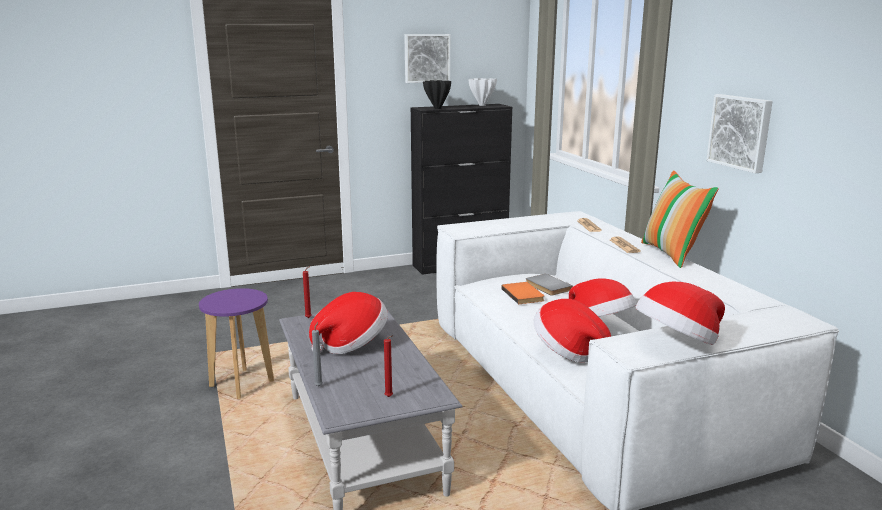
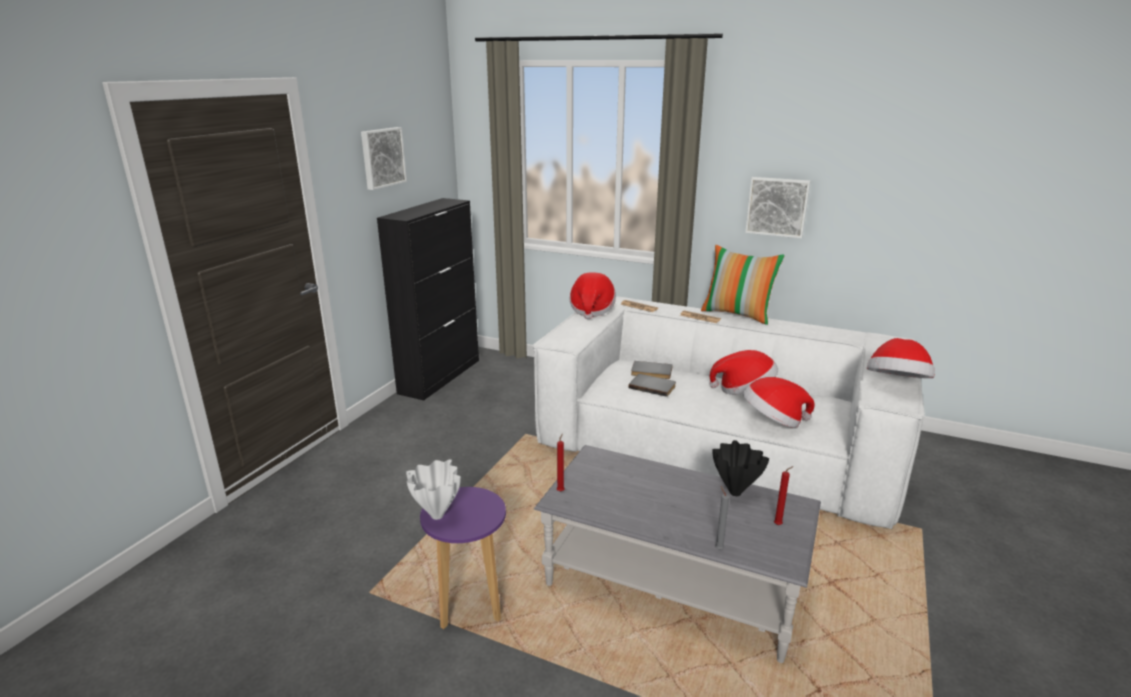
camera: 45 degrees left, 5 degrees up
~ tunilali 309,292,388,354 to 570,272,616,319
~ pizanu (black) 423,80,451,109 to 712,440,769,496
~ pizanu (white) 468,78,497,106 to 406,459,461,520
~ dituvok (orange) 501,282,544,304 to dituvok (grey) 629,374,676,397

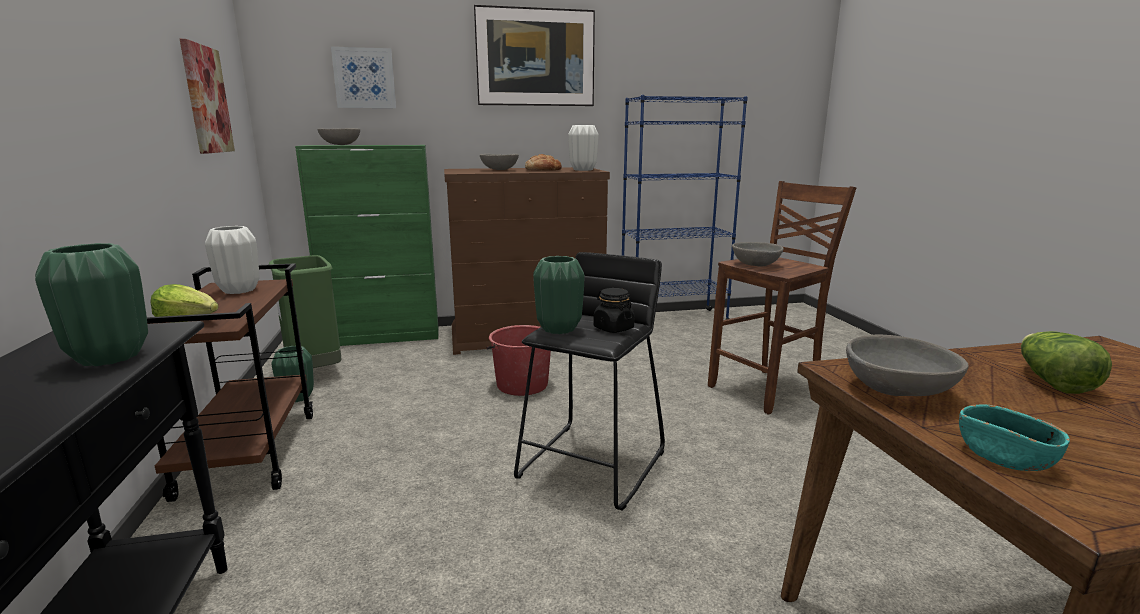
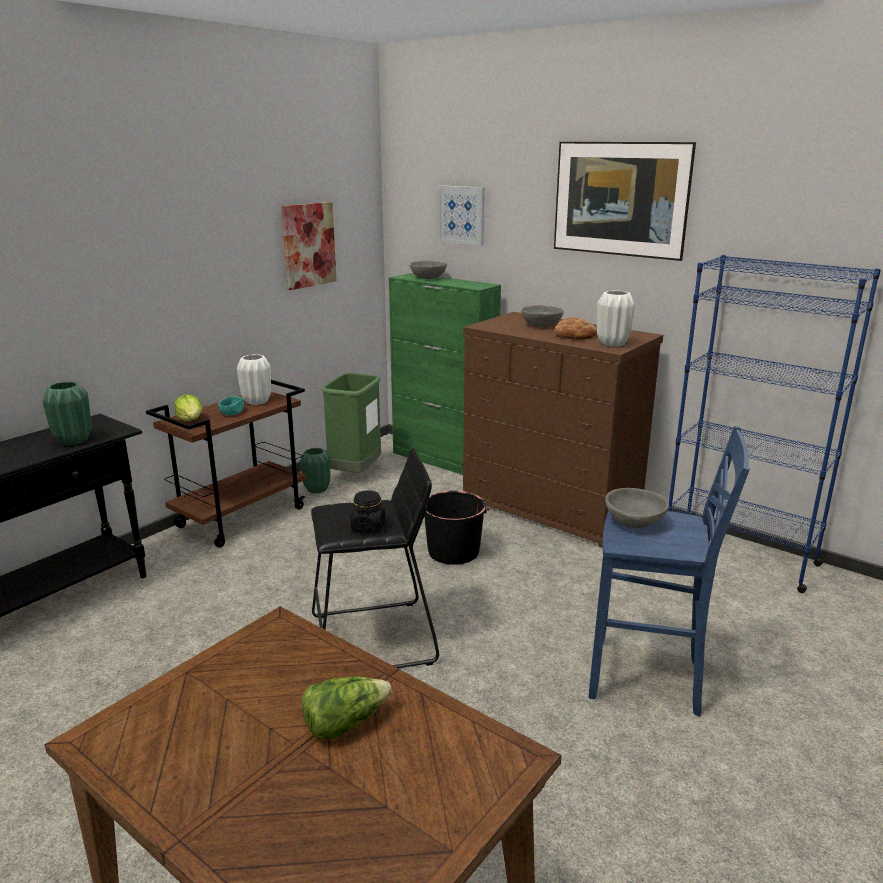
camera: 50 degrees right, 5 degrees up
~ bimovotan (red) 487,325,551,396 to bimovotan (black) 424,491,489,565
- pizanu (green) 533,256,585,334
~ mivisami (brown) 708,181,856,415 to mivisami (blue) 589,426,750,716
- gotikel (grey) 846,335,968,396
~ gotikel (turquoise) 959,404,1070,471 to 218,397,244,415

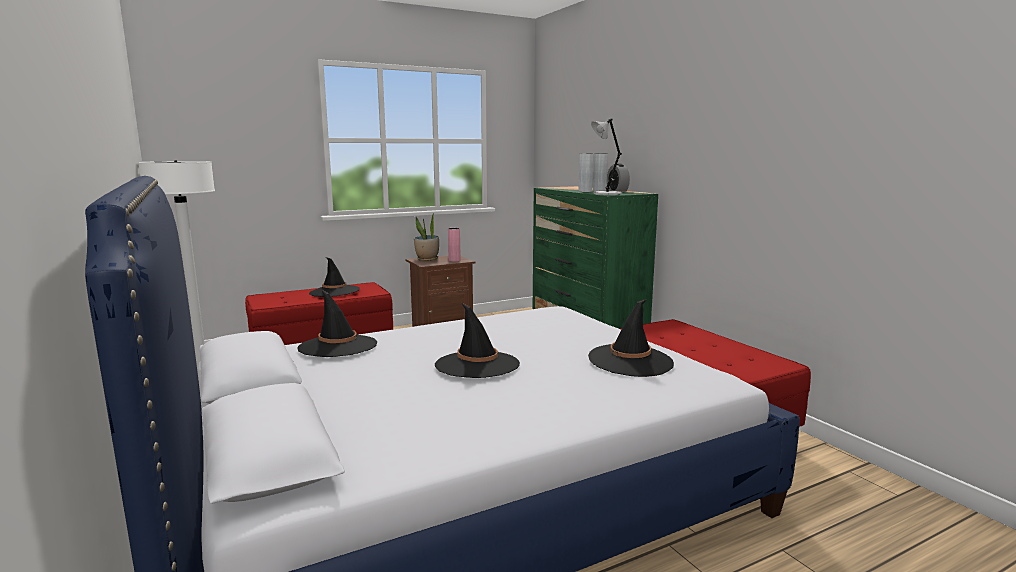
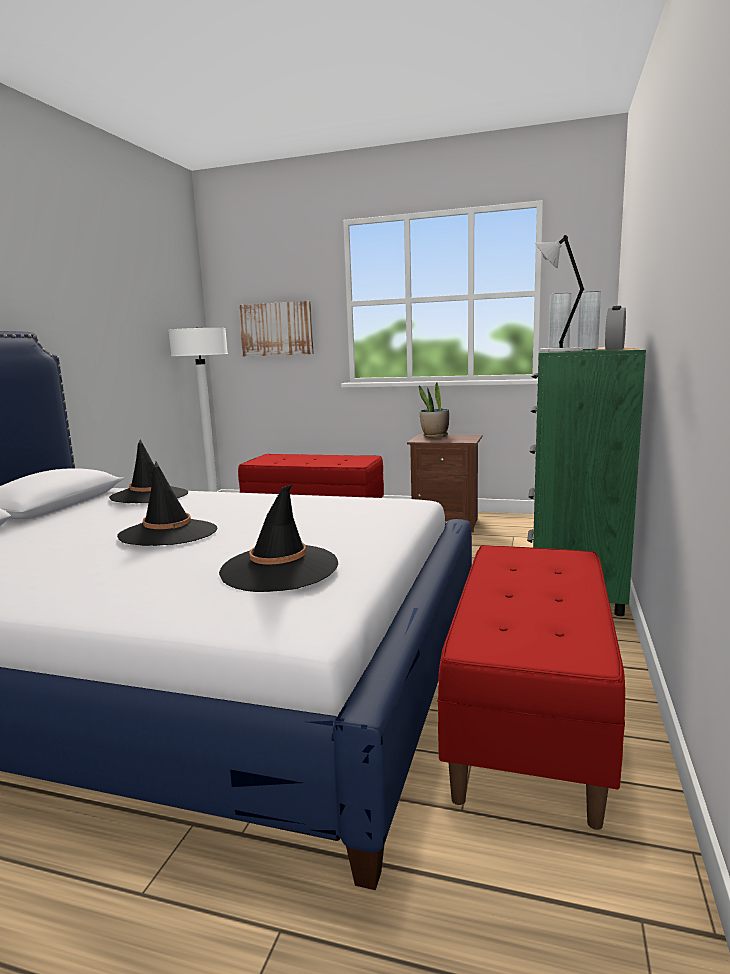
camera: 45 degrees right, 0 degrees up
- tunilali (black) 309,257,360,297
- pizanu (pink) 448,228,461,262
+ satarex 239,301,314,356

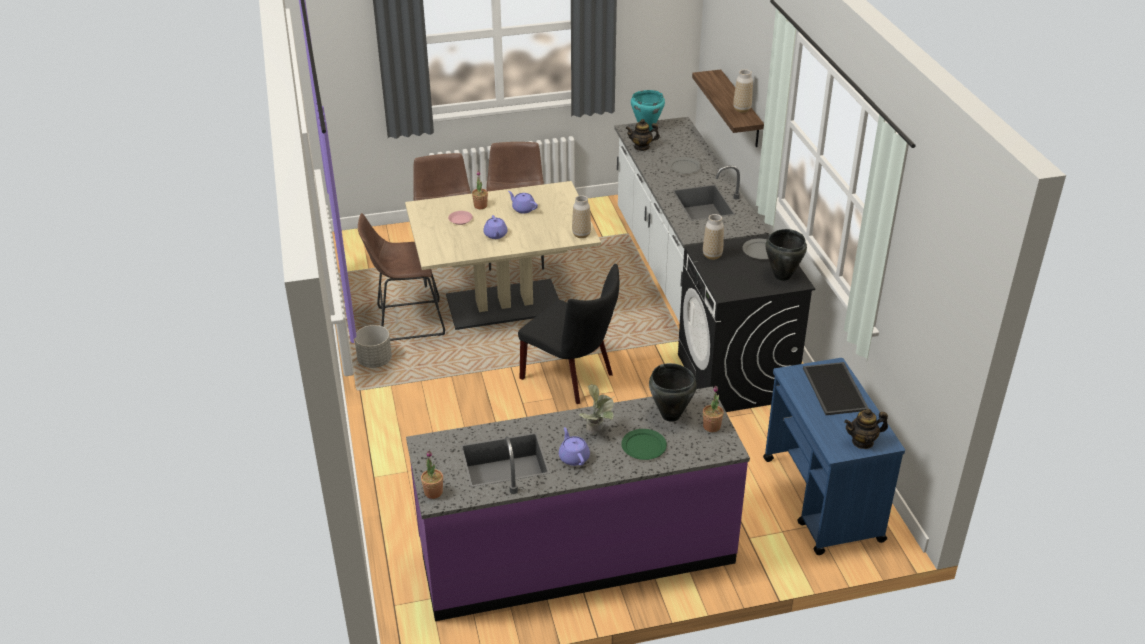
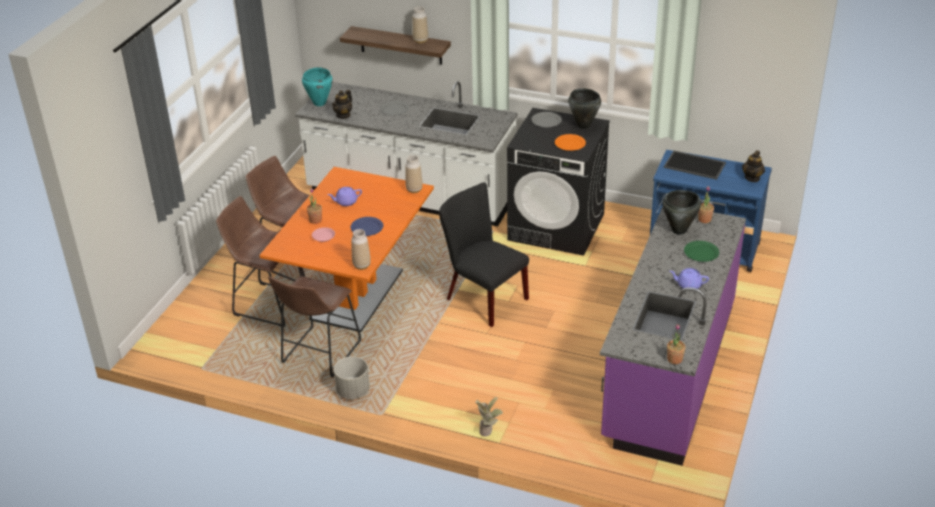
camera: 55 degrees left, 0 degrees up
~ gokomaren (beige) 405,181,601,330 to gokomaren (orange) 260,167,434,332
~ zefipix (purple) 483,215,507,239 to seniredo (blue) 350,217,383,236
~ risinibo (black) 518,264,619,404 = 439,182,529,327 120 degrees counterclockwise
~ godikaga 579,384,614,435 to 475,397,503,437
~ pizanu 703,214,724,260 to 351,229,371,270
+ seniredo (orange) 555,134,586,151

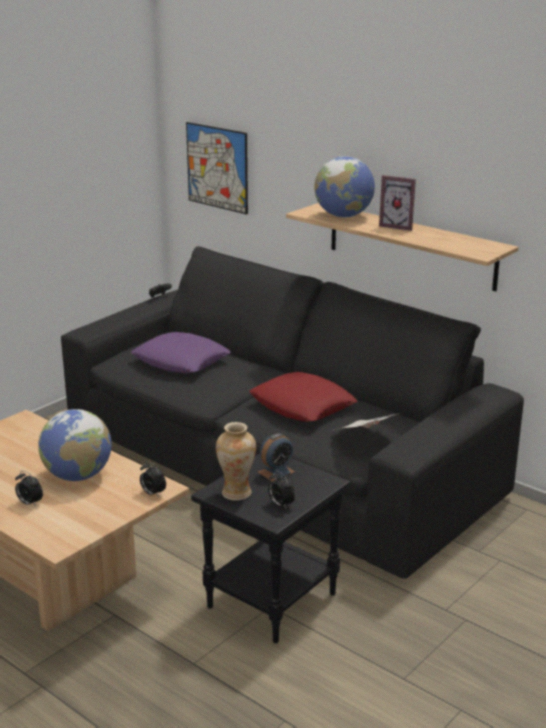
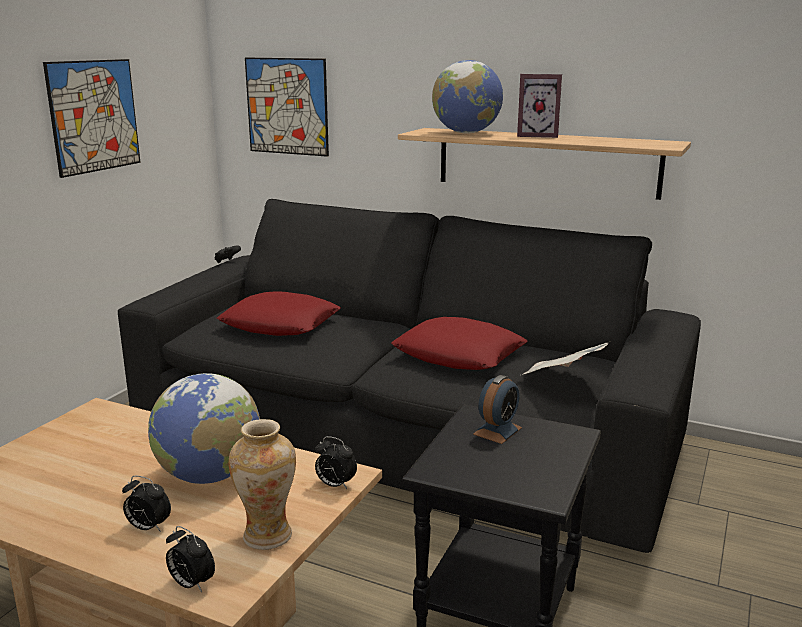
camera: 15 degrees left, 5 degrees down
~ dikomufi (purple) 131,332,231,373 to dikomufi (red) 217,291,341,336
~ pizanu 216,422,256,501 to 229,419,296,550
~ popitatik 268,471,295,510 to 166,526,215,592
+ satarex 43,59,141,178

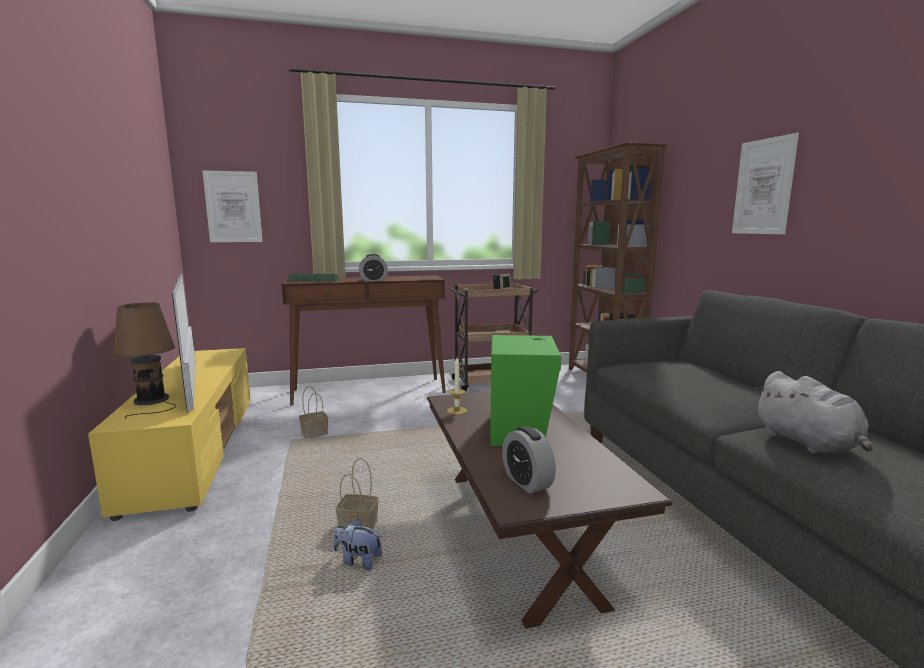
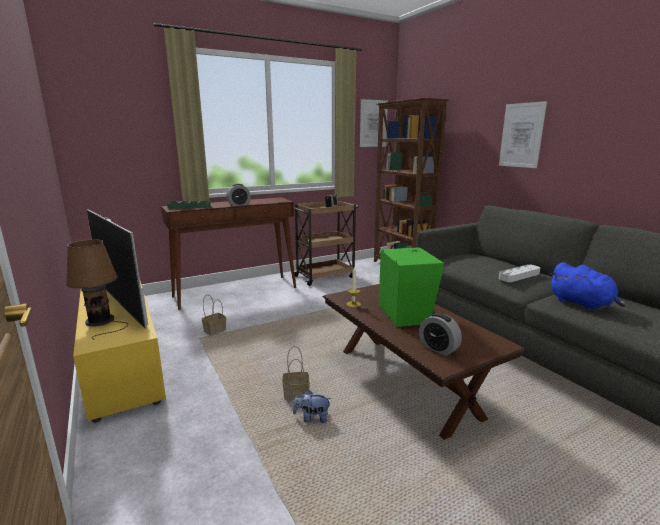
camera: 15 degrees left, 5 degrees up
~ satarex 202,170,262,242 to 360,99,388,147
~ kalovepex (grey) 754,371,873,453 to kalovepex (blue) 550,262,626,310
+ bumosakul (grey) 499,264,540,282

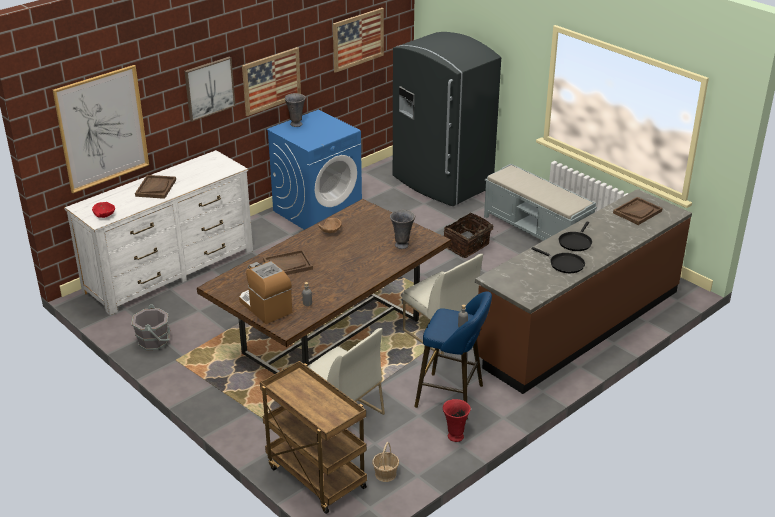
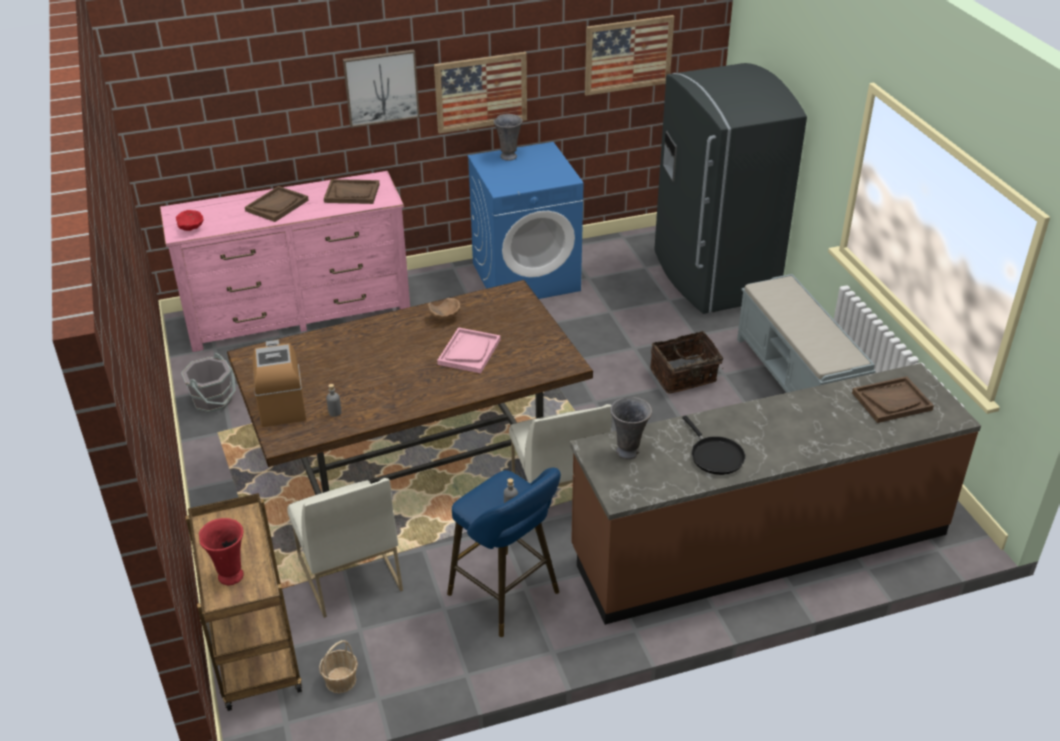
camera: 25 degrees right, 5 degrees up
- satarex 53,65,149,193
~ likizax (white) 64,150,253,315 to likizax (pink) 160,171,410,352
~ bumosakul (brown) 263,249,313,275 to 324,179,380,204
~ pizanu (grey) 390,210,415,249 to 610,397,652,459
~ pizanu (red) 443,399,471,442 to 199,518,244,585
- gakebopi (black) 559,222,592,251
+ bumosakul (pink) 437,327,501,373

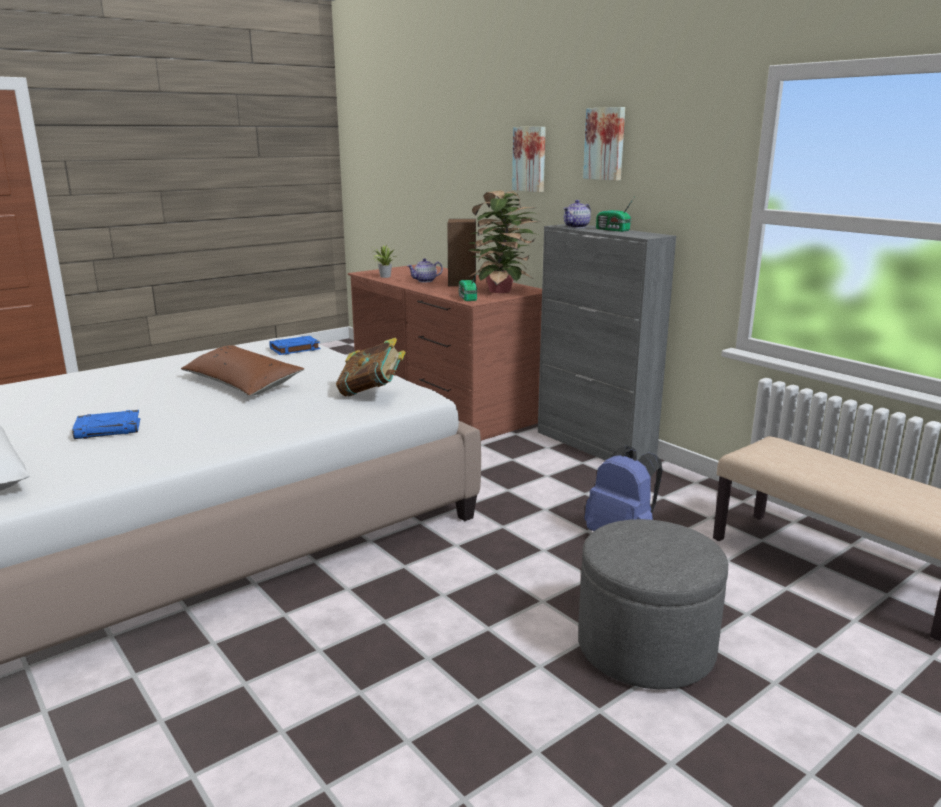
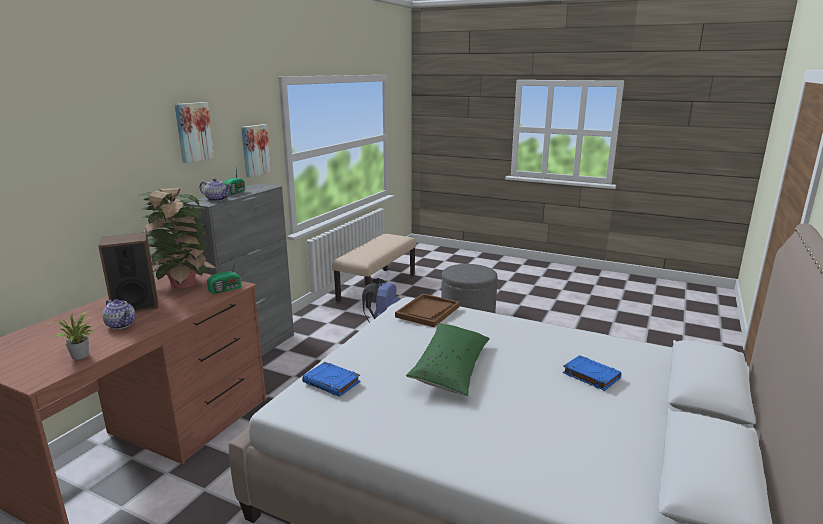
camera: 115 degrees left, 0 degrees up
~ dikomufi (brown) 181,345,304,396 to dikomufi (green) 406,323,490,396
~ dituvok 336,337,406,397 to bumosakul (brown) 395,293,460,327
~ satarex 512,127,546,192 to 241,124,271,178

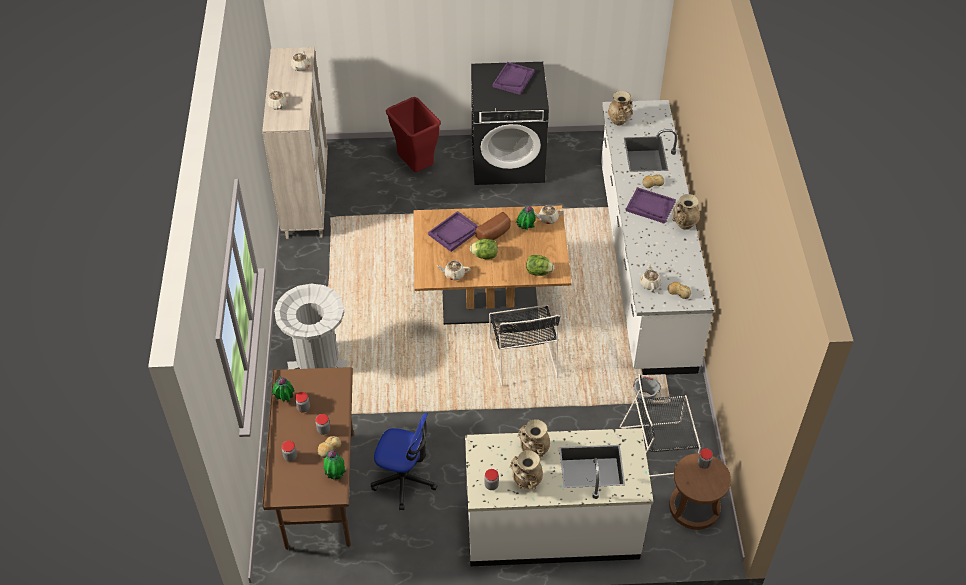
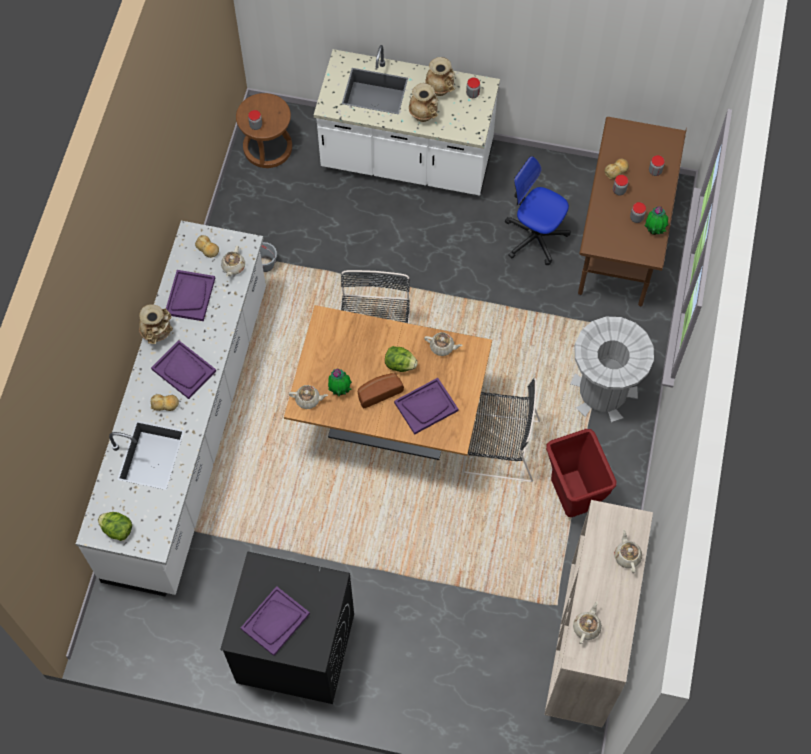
camera: 165 degrees left, 15 degrees up
- godikaga 323,450,346,479
~ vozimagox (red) 386,97,441,172 to 546,429,616,517
~ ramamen 526,255,554,276 to 98,512,132,541
- pizanu (beige) 608,91,633,125
~ risinibo (black) 620,374,701,477 to 463,378,540,482
+ bumosakul (purple) 166,270,215,321

